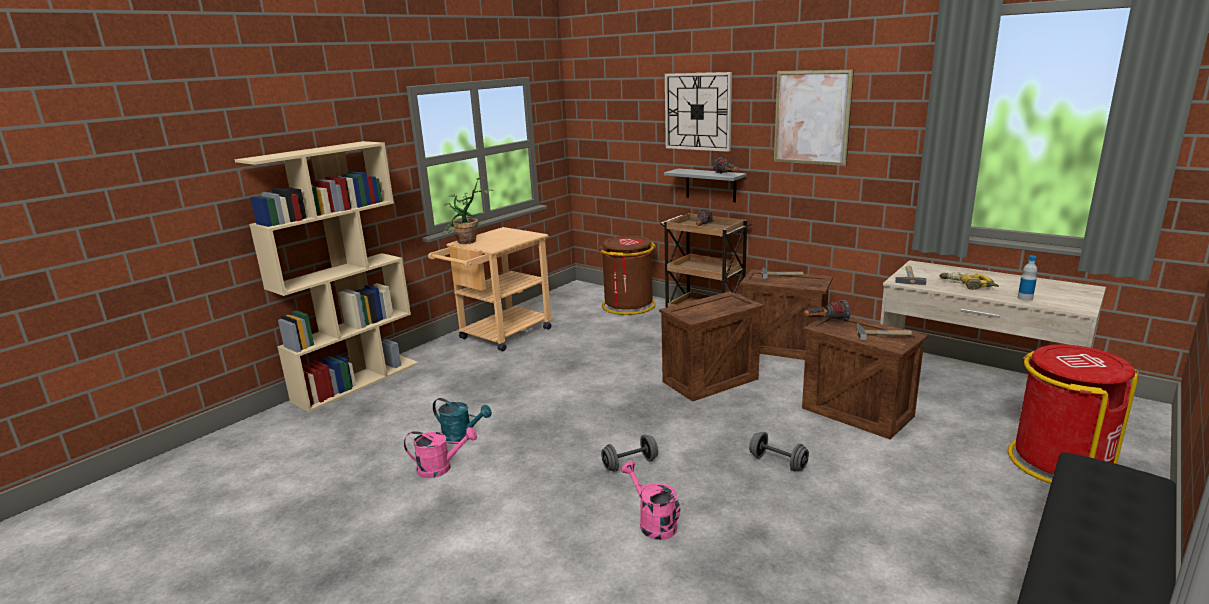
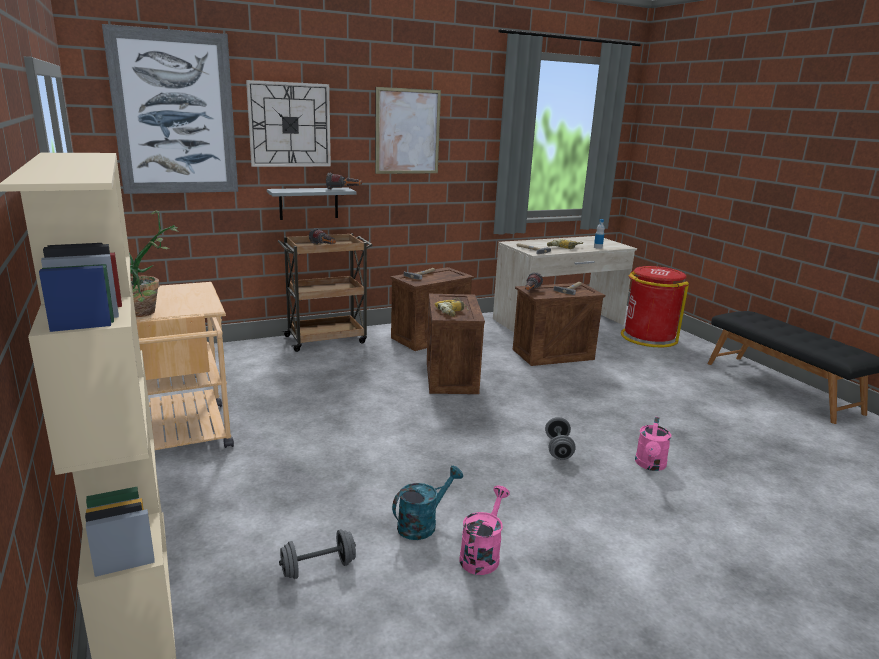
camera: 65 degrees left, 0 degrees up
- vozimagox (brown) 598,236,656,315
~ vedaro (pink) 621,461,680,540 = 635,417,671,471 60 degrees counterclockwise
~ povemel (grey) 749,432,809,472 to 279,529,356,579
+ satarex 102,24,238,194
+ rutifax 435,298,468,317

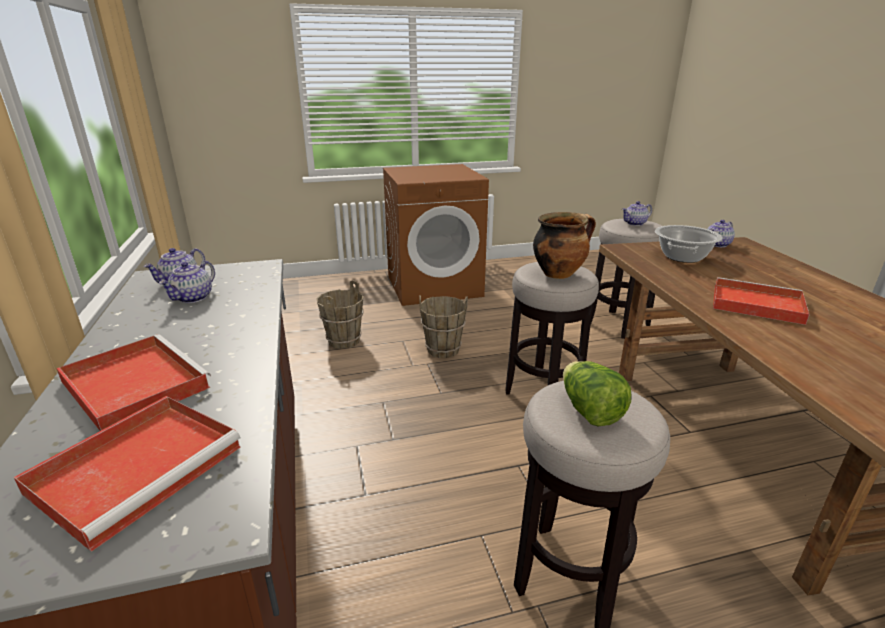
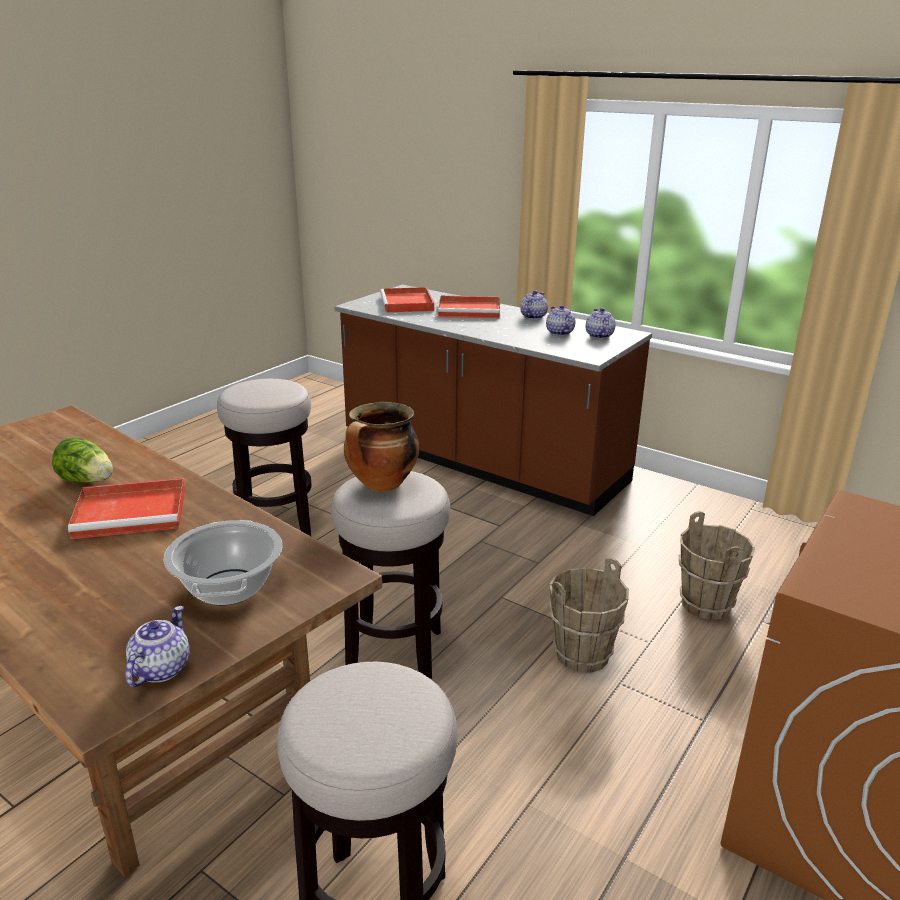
camera: 140 degrees right, 0 degrees up
~ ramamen 563,361,632,426 to 52,437,113,483
~ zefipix 622,201,652,226 to 520,290,548,319

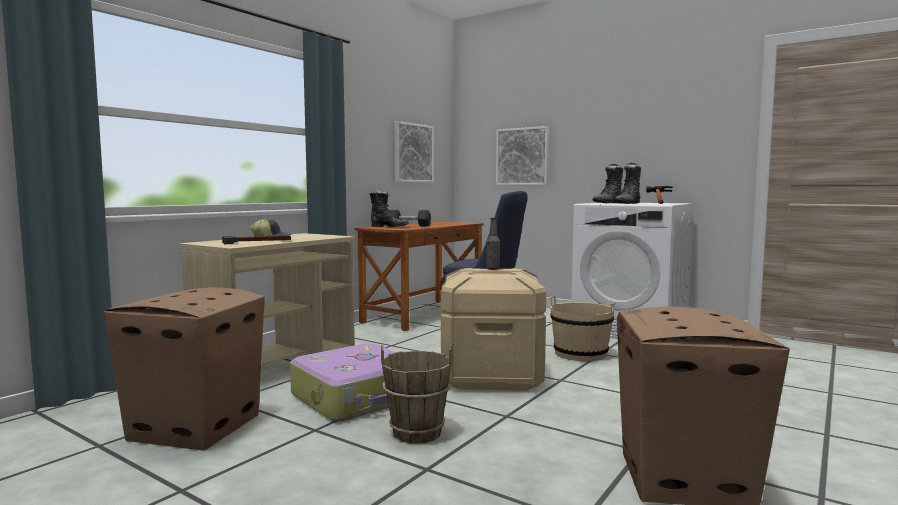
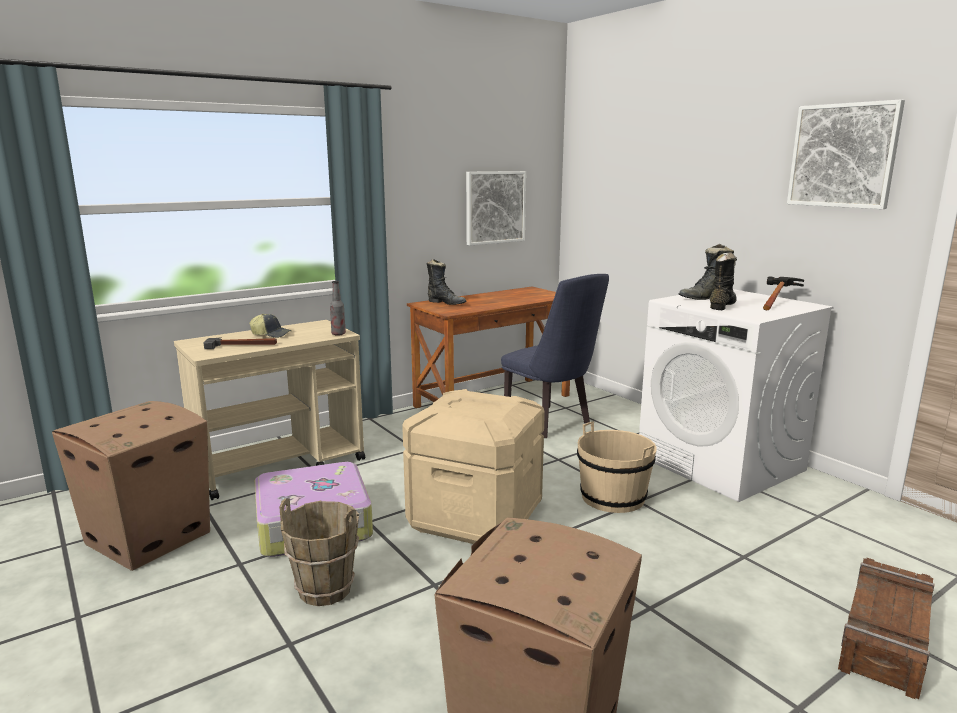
camera: 20 degrees right, 10 degrees up
- povemel (black) 389,210,431,226
~ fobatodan 486,218,500,270 to 330,281,346,336
~ satarex 496,126,549,185 to 787,99,905,209
~ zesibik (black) 614,163,641,204 = 710,252,737,310 150 degrees clockwise
+ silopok 838,558,934,699

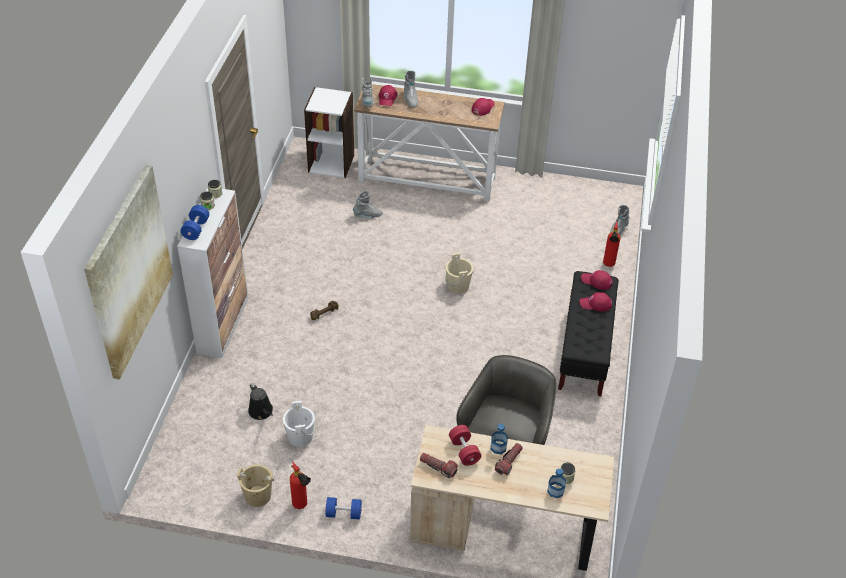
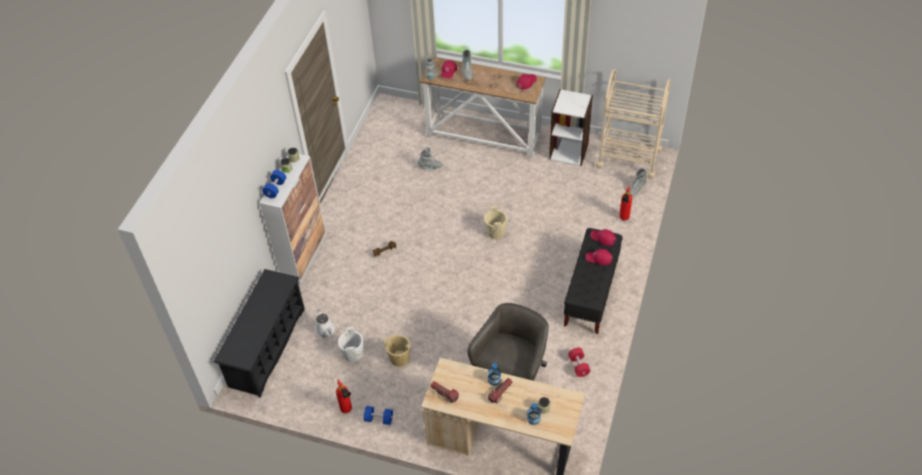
camera: 10 degrees right, 5 degrees up
- satarex 84,165,173,379
~ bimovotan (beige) 237,465,274,507 to 384,335,412,367
~ vedaro (black) 248,382,273,420 to vedaro (white) 316,309,335,338
~ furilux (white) 304,87,354,178 to 549,89,593,166
~ povemel (red) 449,425,481,466 to 568,348,590,377
+ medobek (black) 213,269,305,398
+ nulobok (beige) 596,69,671,179

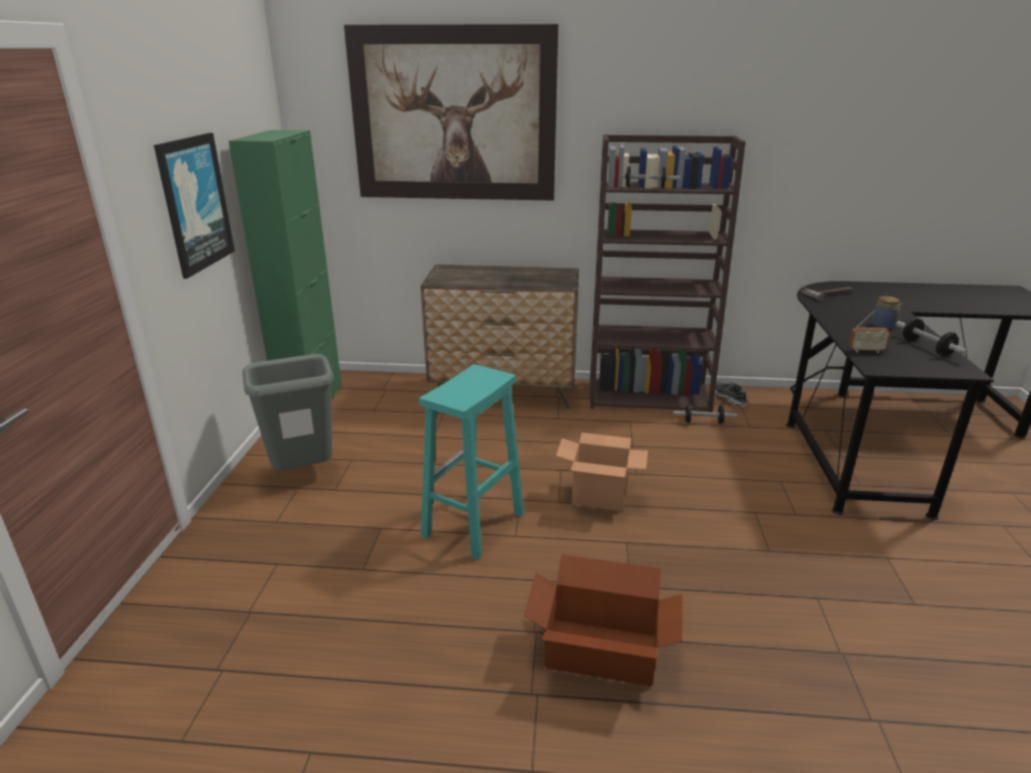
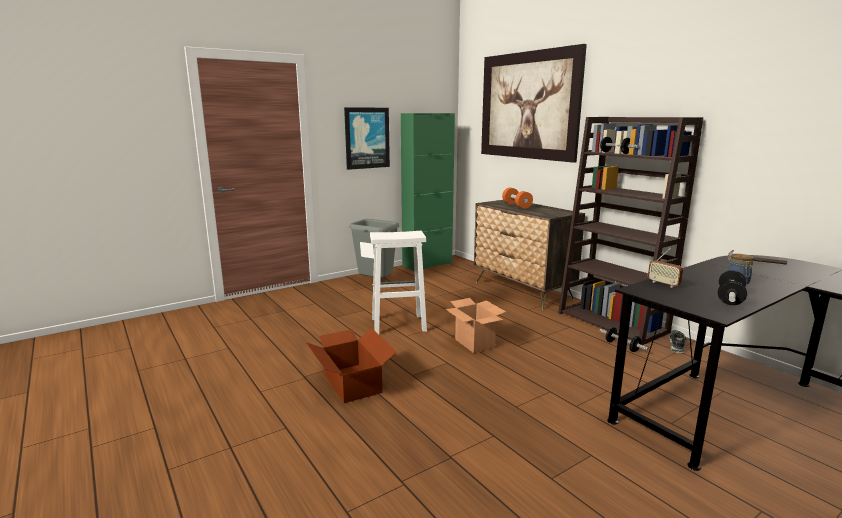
camera: 50 degrees right, 10 degrees down
~ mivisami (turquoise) 419,364,524,560 to mivisami (white) 370,231,427,334
+ povemel (orange) 502,188,533,209

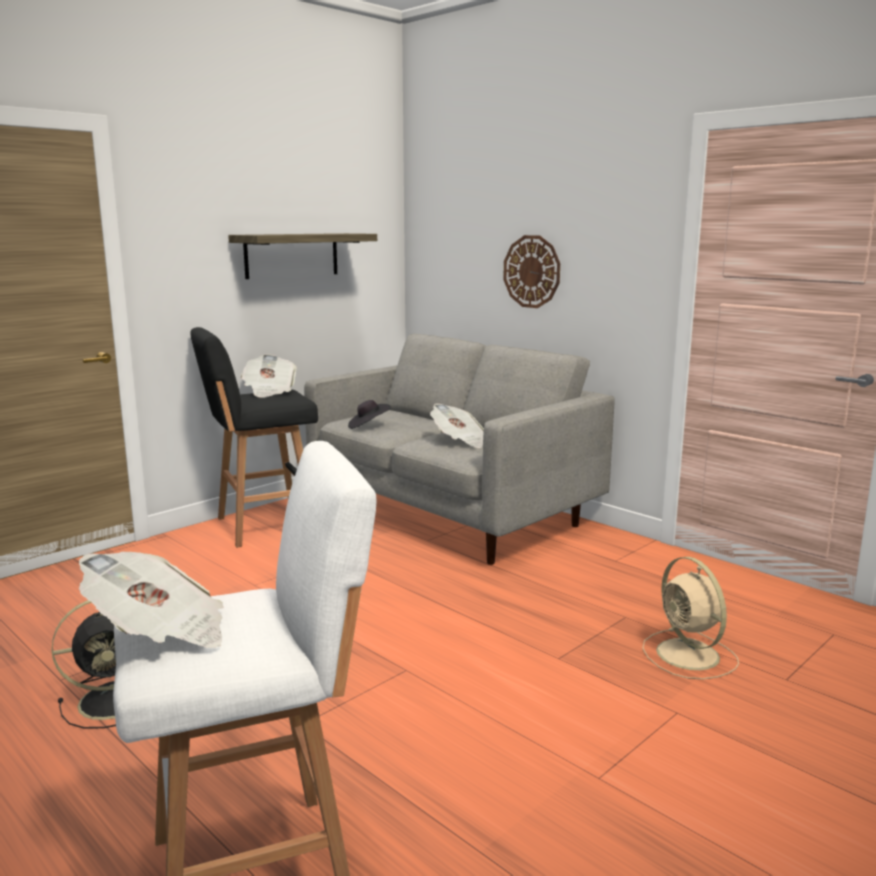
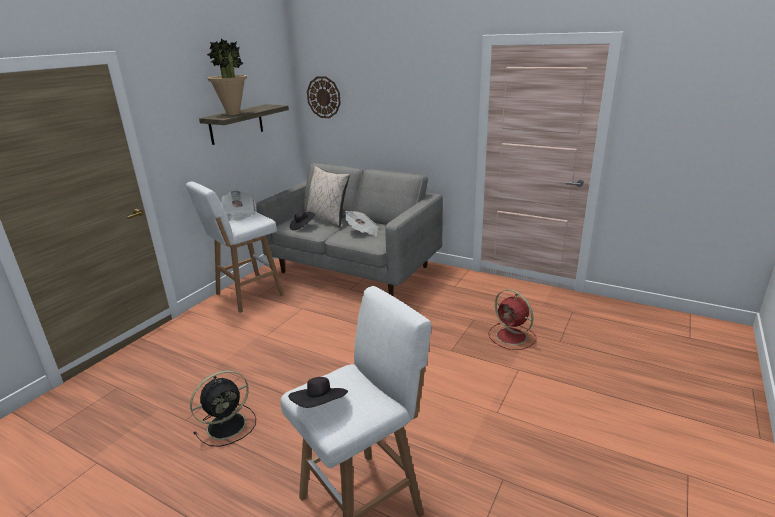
camera: 15 degrees left, 10 degrees up
~ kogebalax 79,552,224,648 to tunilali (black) 288,377,348,408
~ mivisami (black) 190,327,318,548 to mivisami (white) 186,181,284,313
~ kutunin 503,235,560,308 to 307,76,341,118
~ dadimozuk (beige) 642,557,739,679 to dadimozuk (red) 488,289,536,350
+ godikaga 207,38,247,115
+ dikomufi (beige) 306,166,350,227

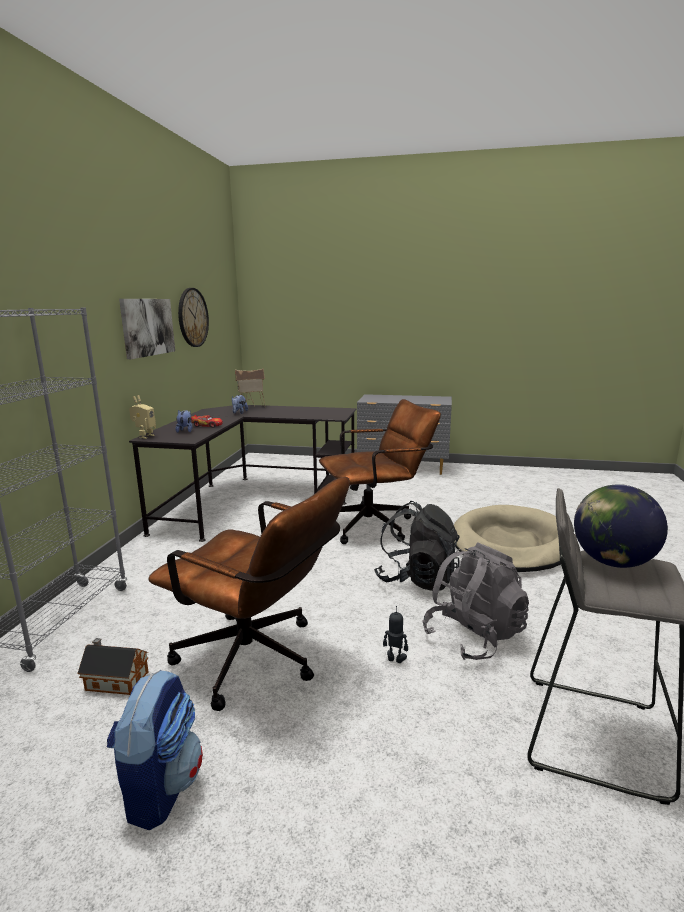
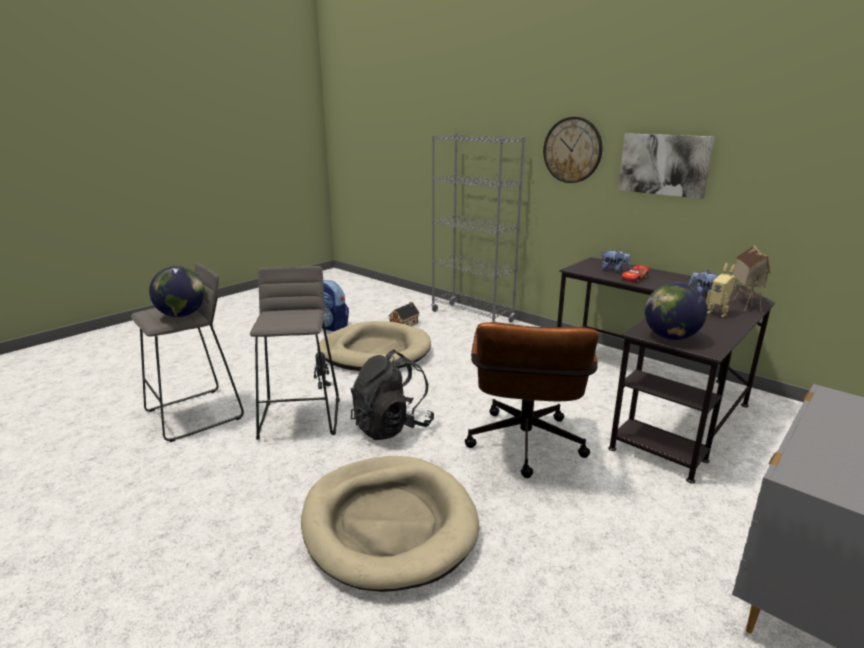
camera: 120 degrees right, 5 degrees up
~ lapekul 129,395,156,439 to 706,263,736,317
~ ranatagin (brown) 148,477,350,711 to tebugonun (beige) 317,321,431,371
~ kutunin 178,288,209,347 to 543,117,602,183
~ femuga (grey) 422,542,529,660 to mivisami (grey) 250,266,340,440
+ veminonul 645,282,707,340

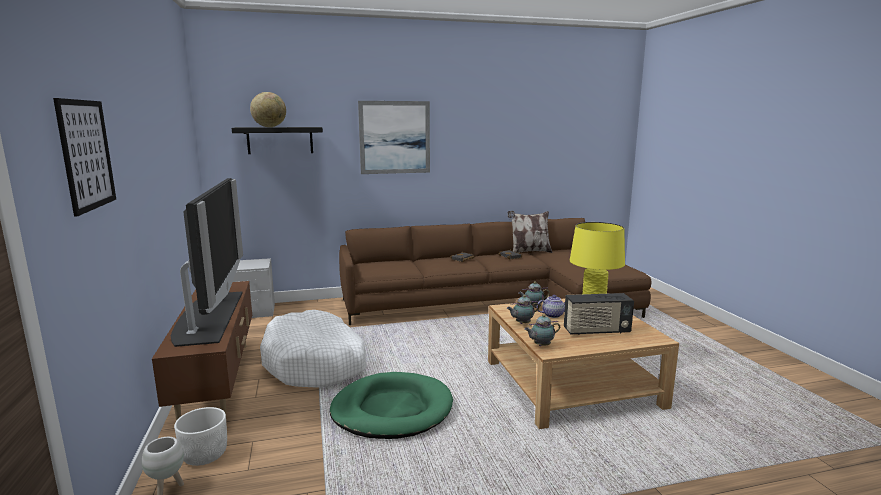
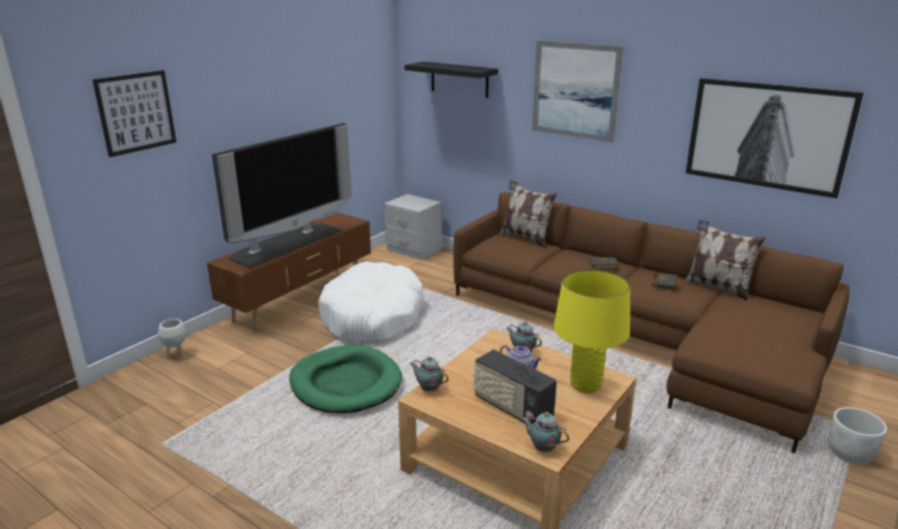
camera: 50 degrees right, 10 degrees up
~ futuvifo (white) 174,407,227,466 to 829,407,887,464
- veminonul 250,92,286,127
~ zefipix 507,295,540,324 to 521,412,569,452
+ dikomufi 499,181,557,248
+ satarex 686,78,863,198

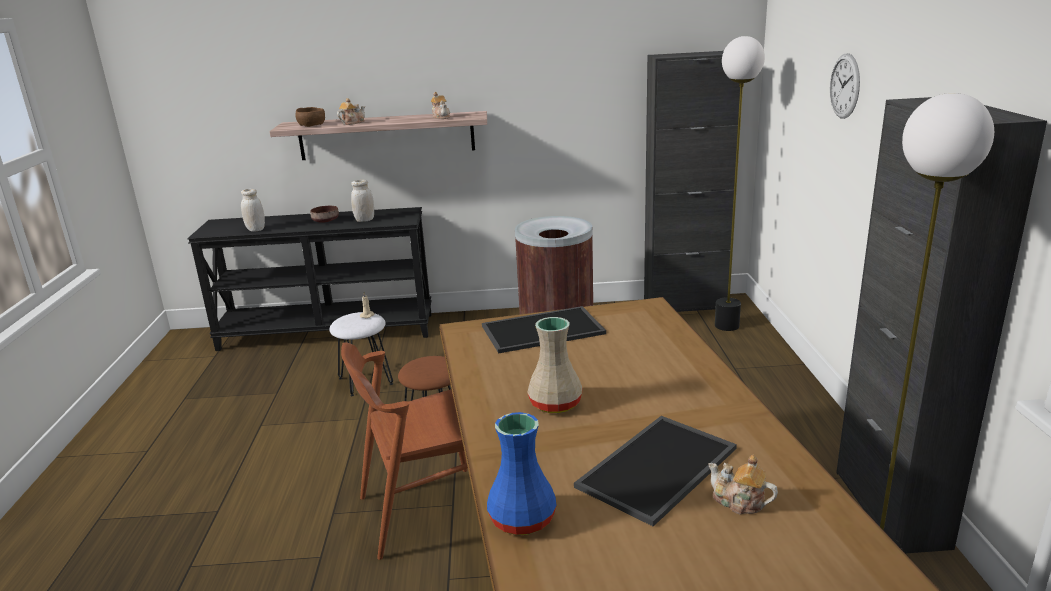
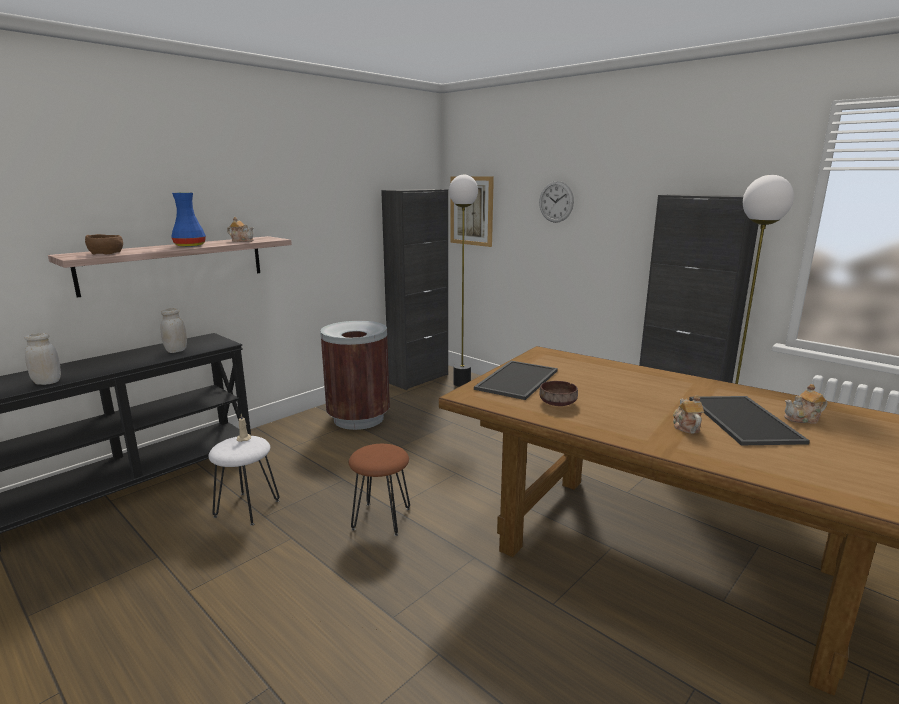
camera: 45 degrees left, 5 degrees down
~ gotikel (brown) 310,206,339,223 to 539,381,578,406
~ zefipix 337,98,365,125 to 673,395,704,433
- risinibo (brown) 341,342,468,560
~ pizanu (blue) 487,412,557,535 to 171,192,206,247
- pizanu (beige) 527,317,582,413
+ satarex 450,176,494,247

